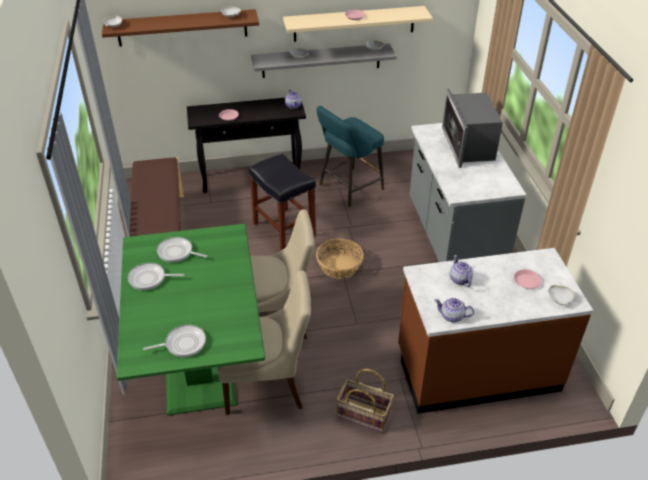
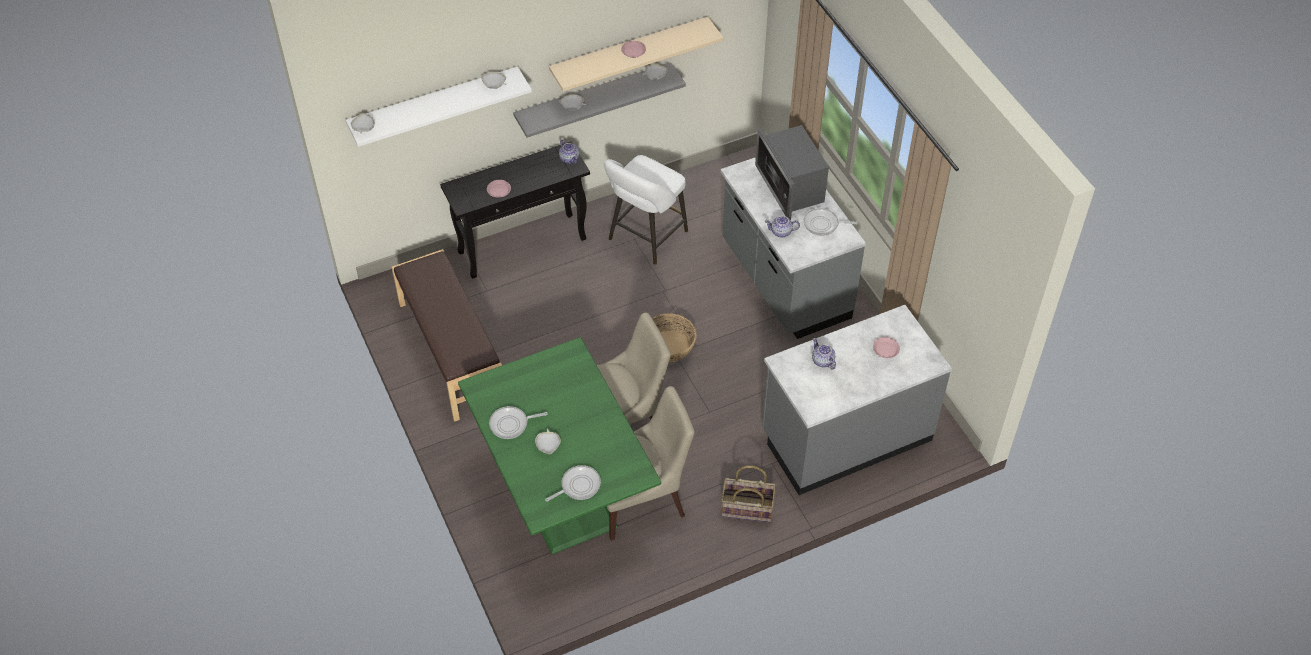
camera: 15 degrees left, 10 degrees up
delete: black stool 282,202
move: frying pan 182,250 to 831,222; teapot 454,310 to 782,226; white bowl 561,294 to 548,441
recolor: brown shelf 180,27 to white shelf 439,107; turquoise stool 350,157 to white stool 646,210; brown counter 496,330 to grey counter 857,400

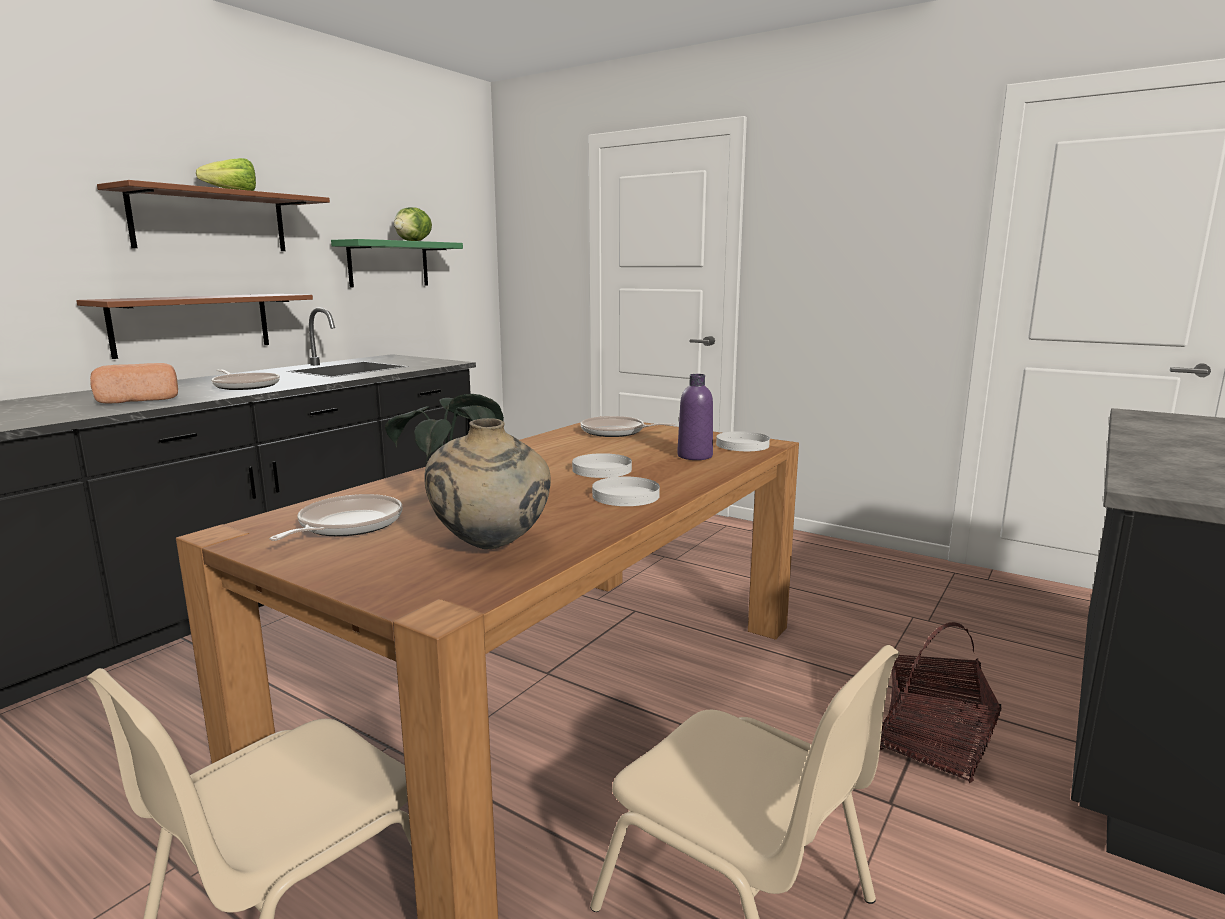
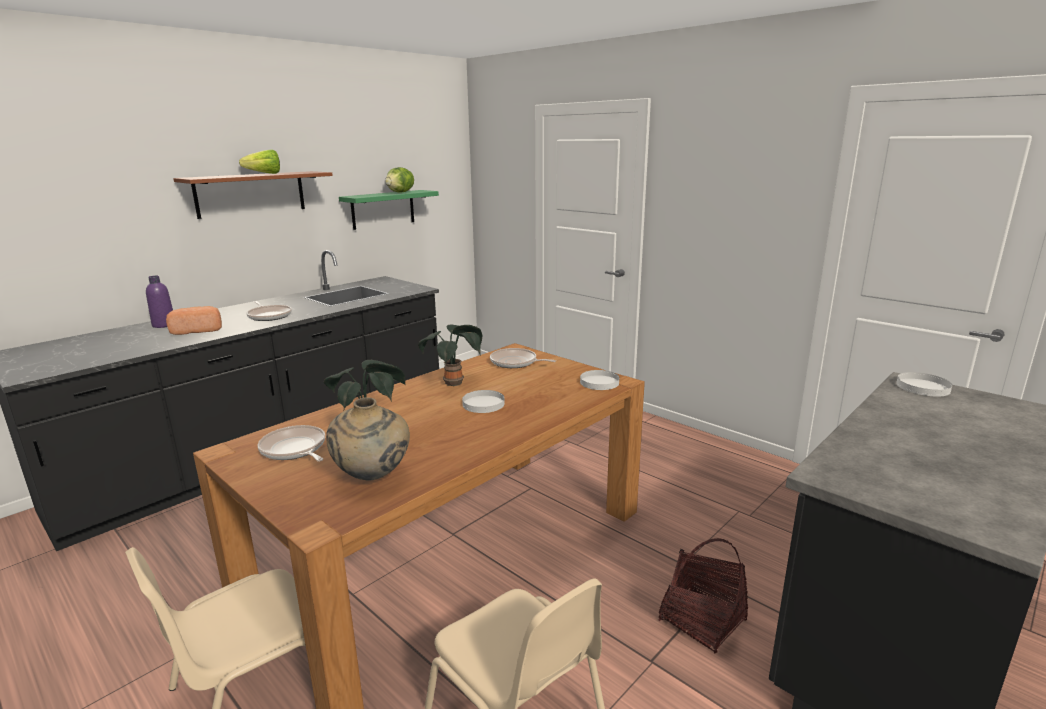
camera: 10 degrees right, 5 degrees up
delete: brown shelf 194,326
insert: potted plant 450,355
move: white plate 626,491 to 924,384; purple bottle 695,417 to 159,302
rotate: frying pan 336,517 = 291,443 75 degrees counterclockwise

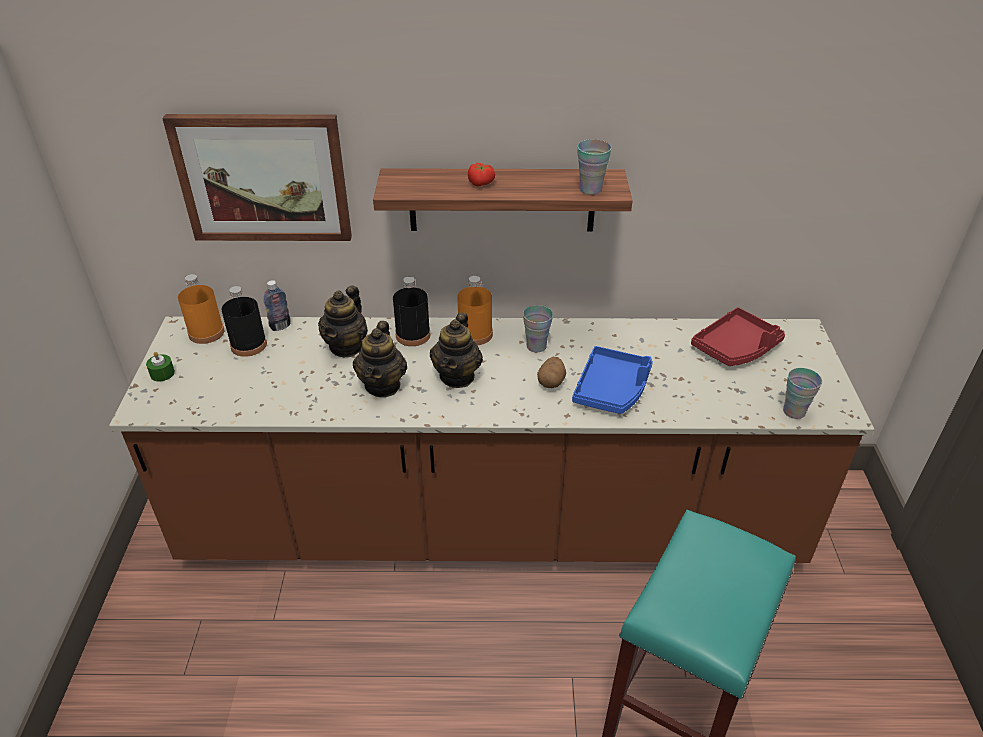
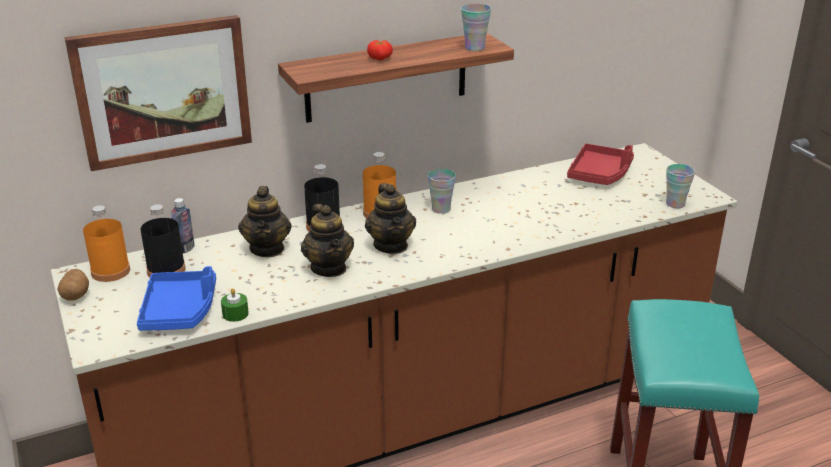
camera: 25 degrees left, 10 degrees down
move: green candle 160,367 to 235,305; potato 551,372 to 73,285; blue tray 612,380 to 176,298

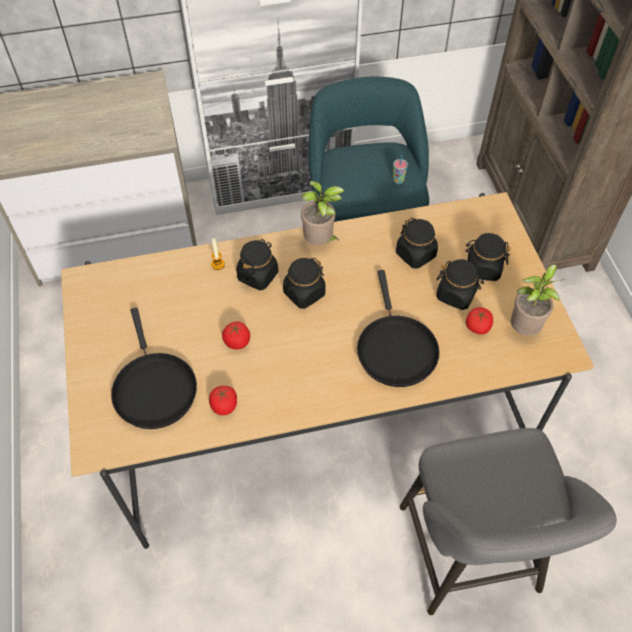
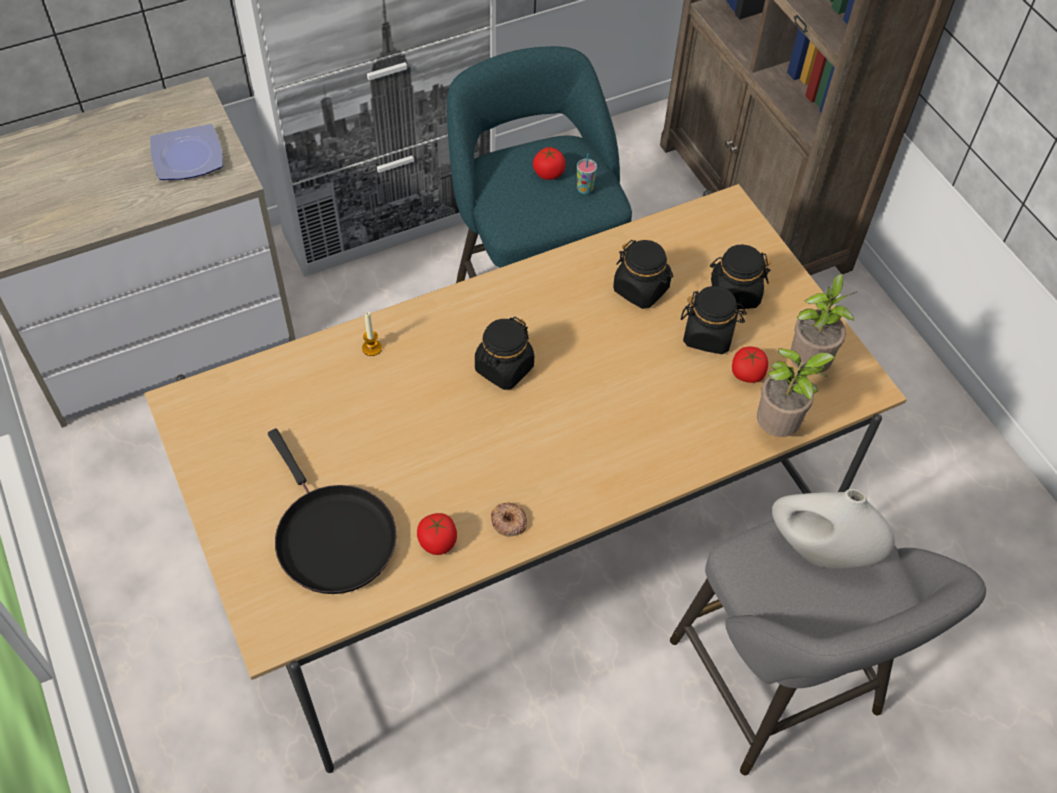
camera: 15 degrees left, 0 degrees up
delete: black jar 257,264; black frying pan 398,328
insert: plate 186,152; donut 509,519; white vase 833,529
move: tomato 236,335 to 549,163; potted plant 322,213 to 796,392

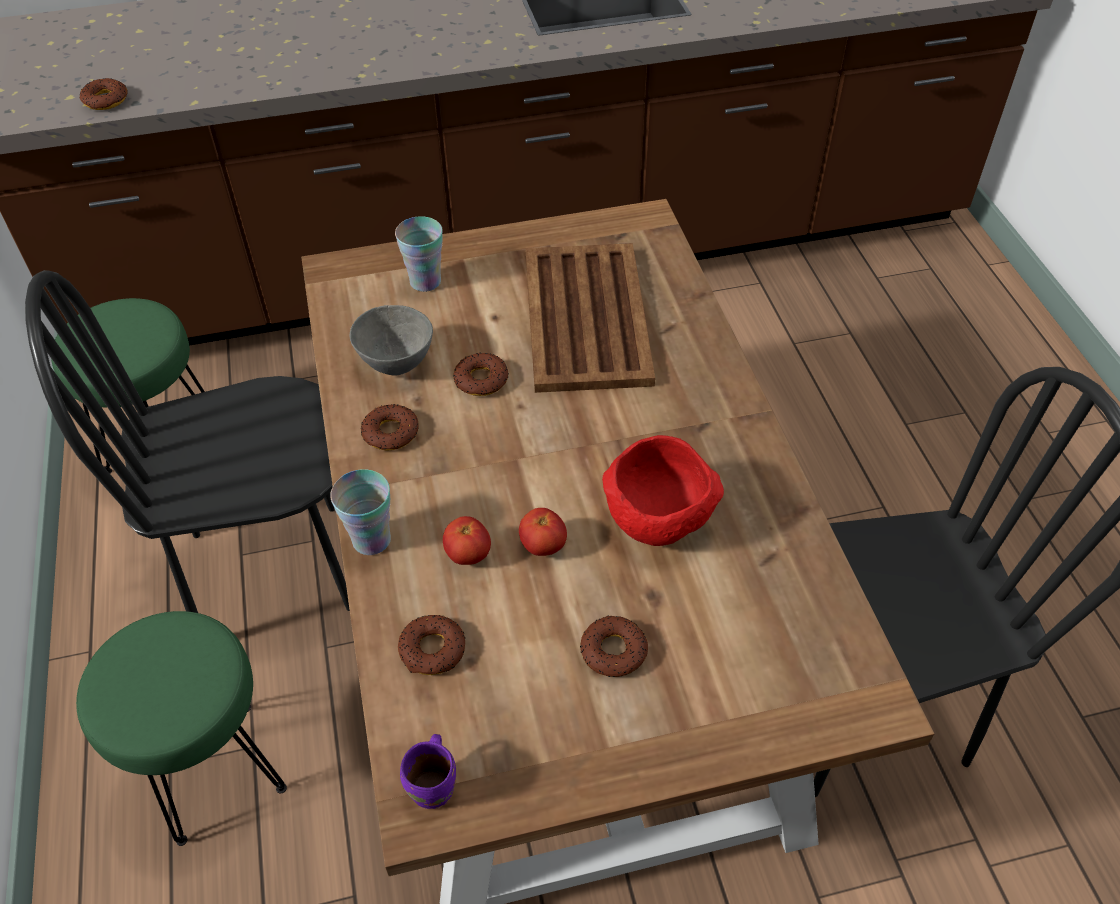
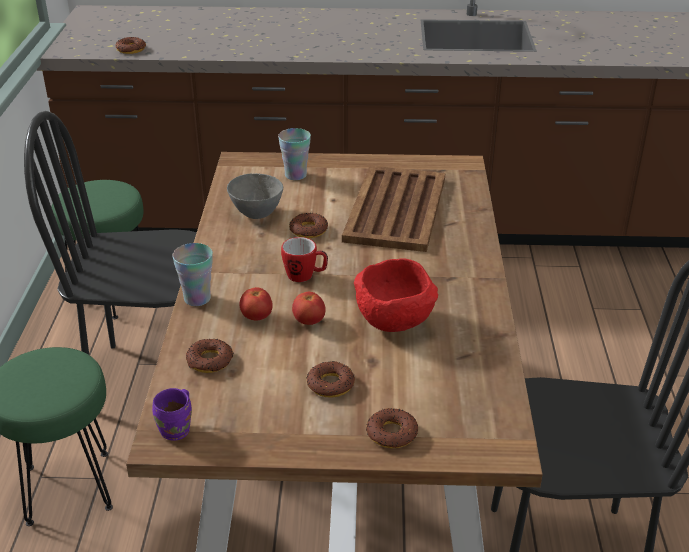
camera: 15 degrees right, 15 degrees down
insert: mug 304,259
move: donut 390,427 to 392,428

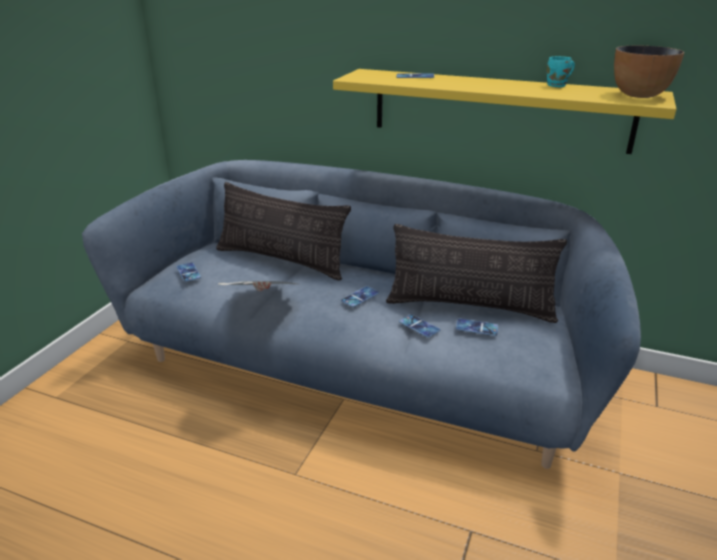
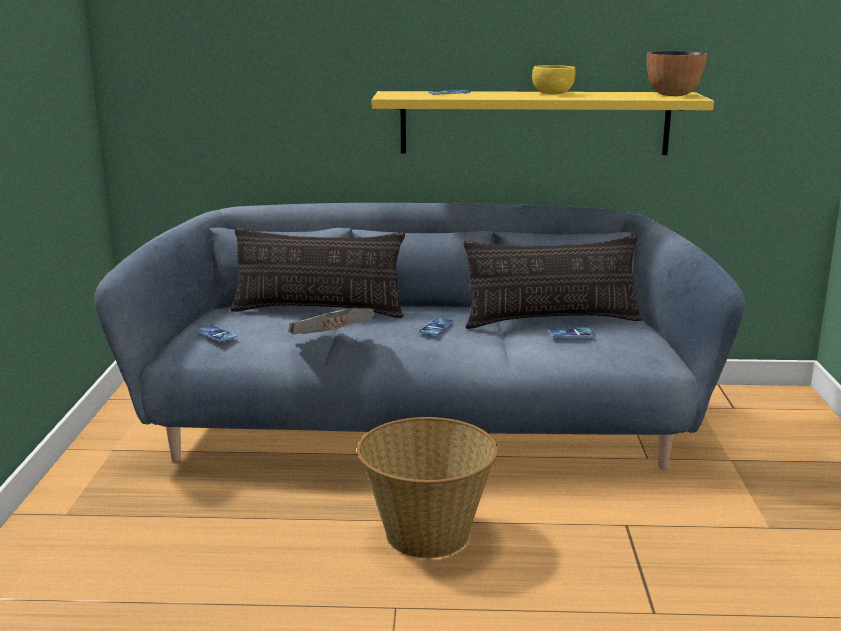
camera: 20 degrees left, 10 degrees down
delete: phone 419,325; turquoise mug 561,71
insert: basket 427,487; yellow bowl 554,79

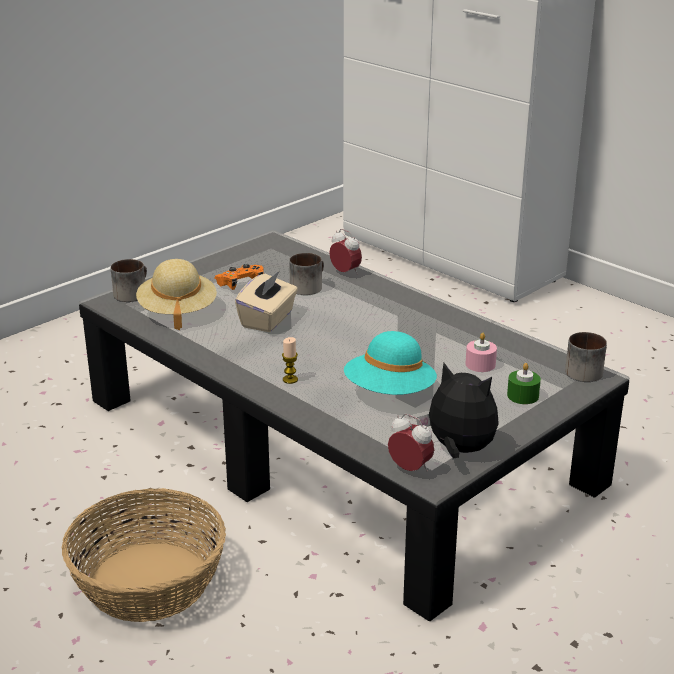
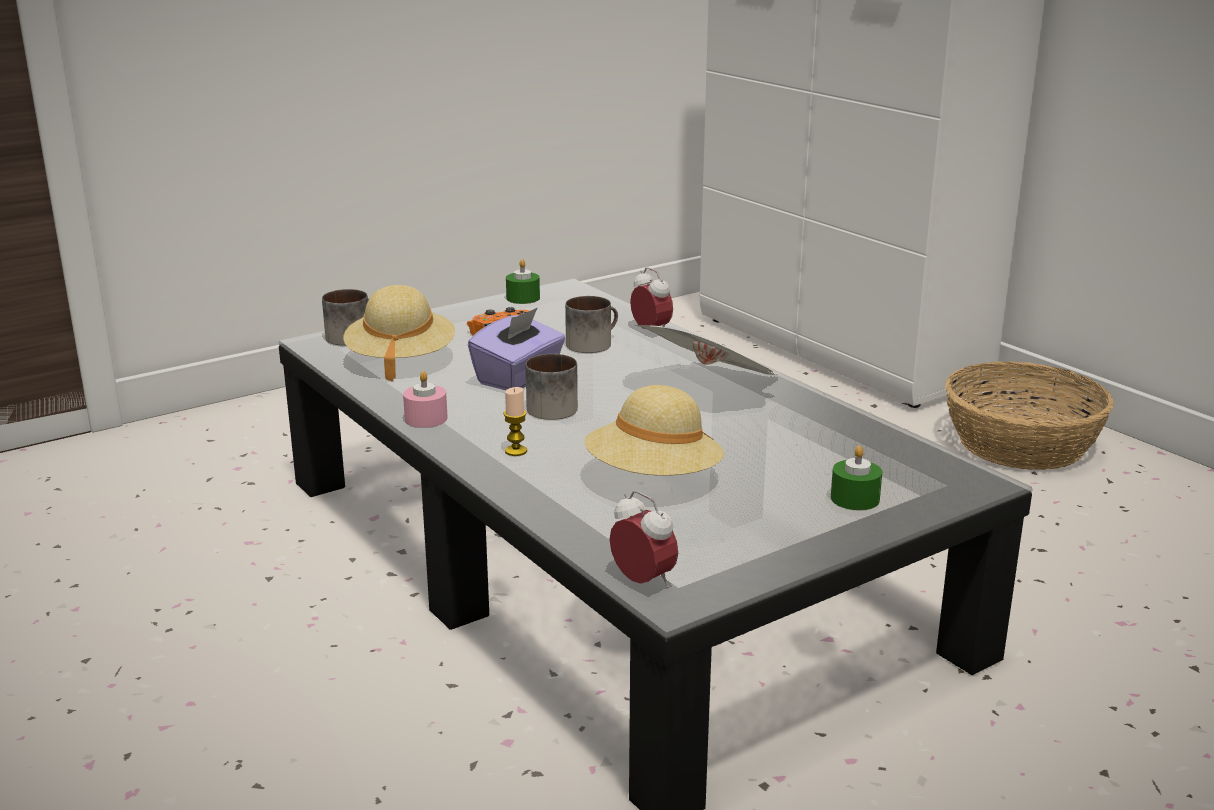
camera: 10 degrees right, 5 degrees down
delete: plush toy 458,411
insert: green candle 523,281; newspaper 707,350
move: basket 144,555 to 1029,415; pink candle 481,352 to 425,399; mug 586,357 to 552,387
recolor: beige tissue box 266,301 to purple tissue box 516,348; turquoise hat 390,363 to beige hat 654,430

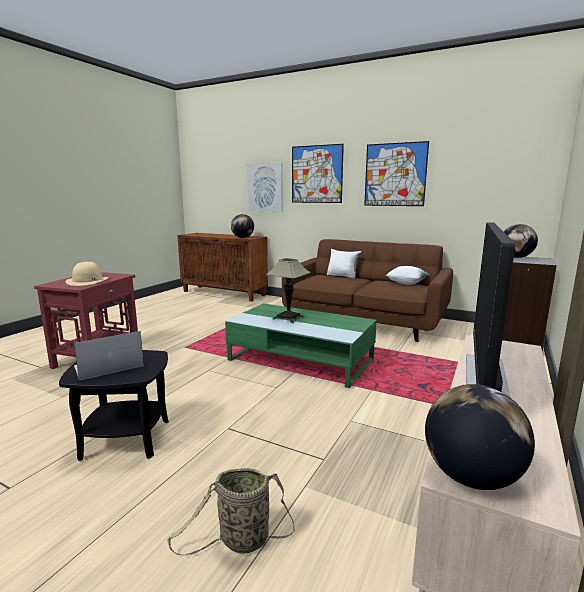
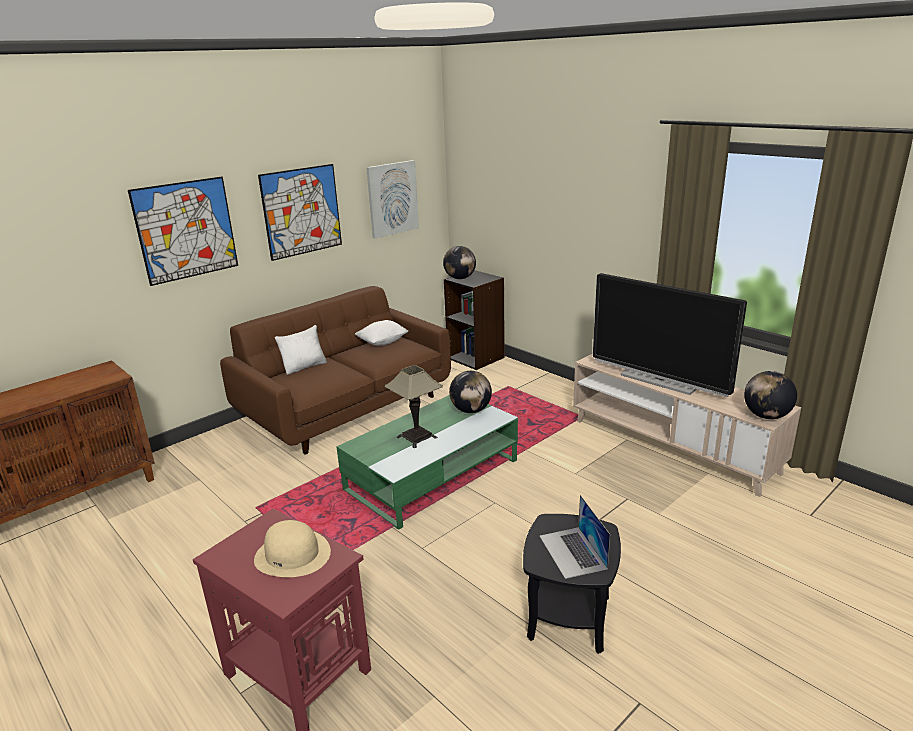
camera: 70 degrees left, 10 degrees up
delete: basket 231,511
move: globe 242,226 to 470,392; picture 265,187 to 392,199

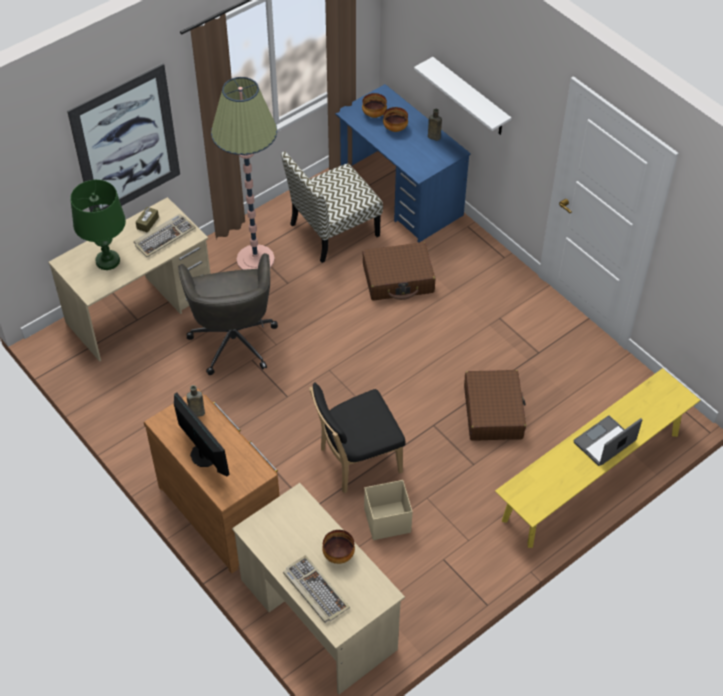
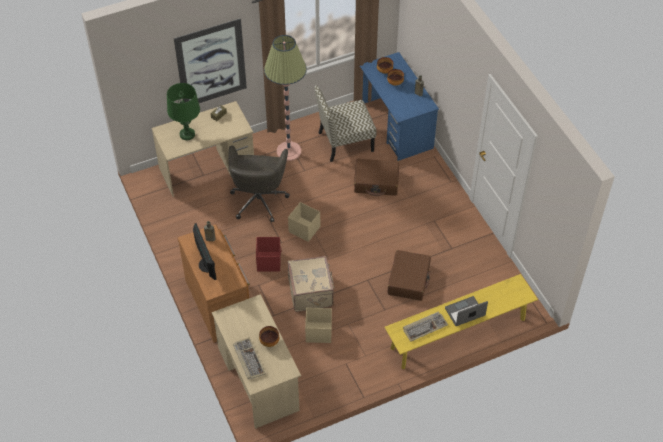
camera: 15 degrees right, 0 degrees up
delete: white shelf 462,96
insert: red storage box 268,254; beige storage box 304,222
move: keyboard 165,235 to 425,327
replace: black chair 357,438 to beige suitcase 311,284

